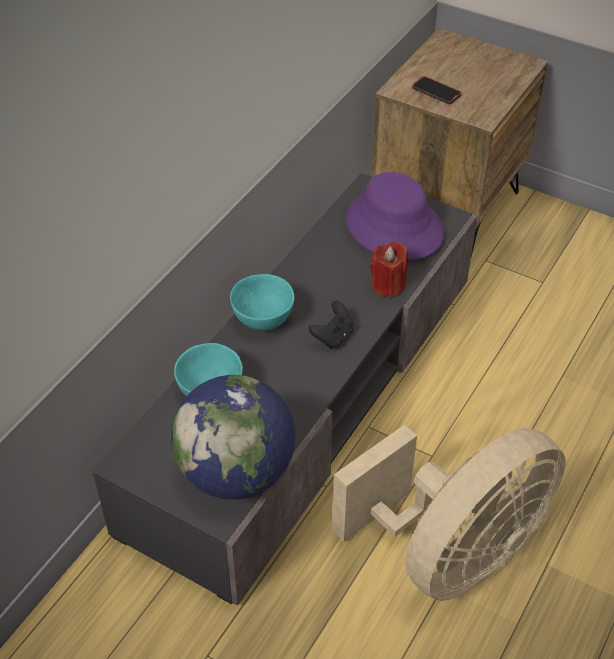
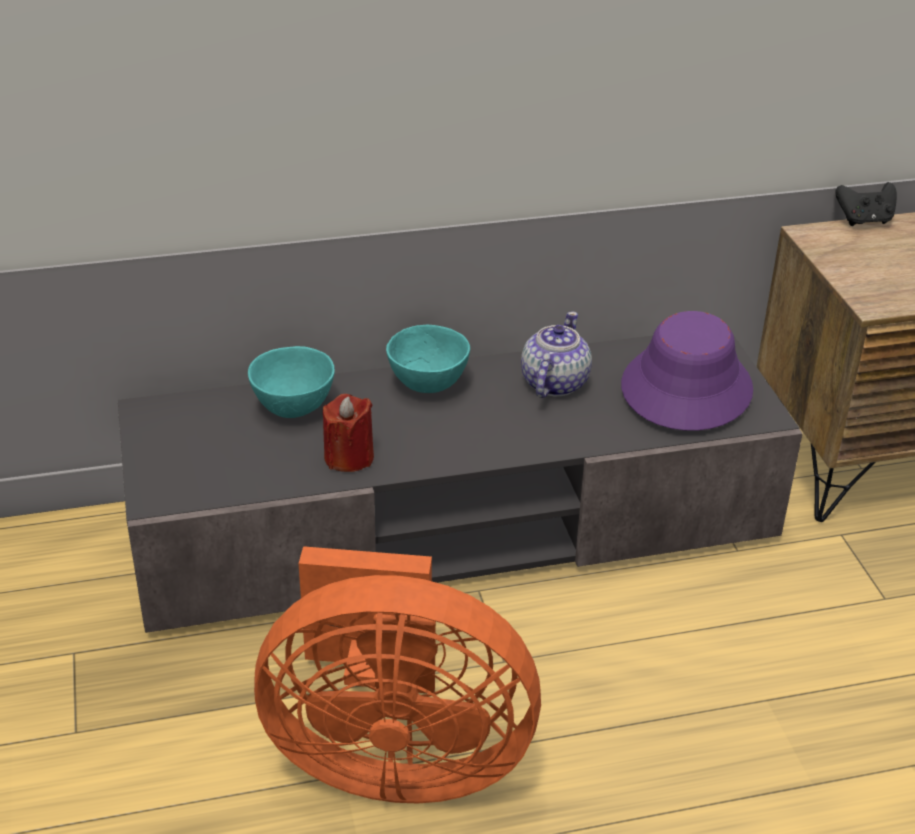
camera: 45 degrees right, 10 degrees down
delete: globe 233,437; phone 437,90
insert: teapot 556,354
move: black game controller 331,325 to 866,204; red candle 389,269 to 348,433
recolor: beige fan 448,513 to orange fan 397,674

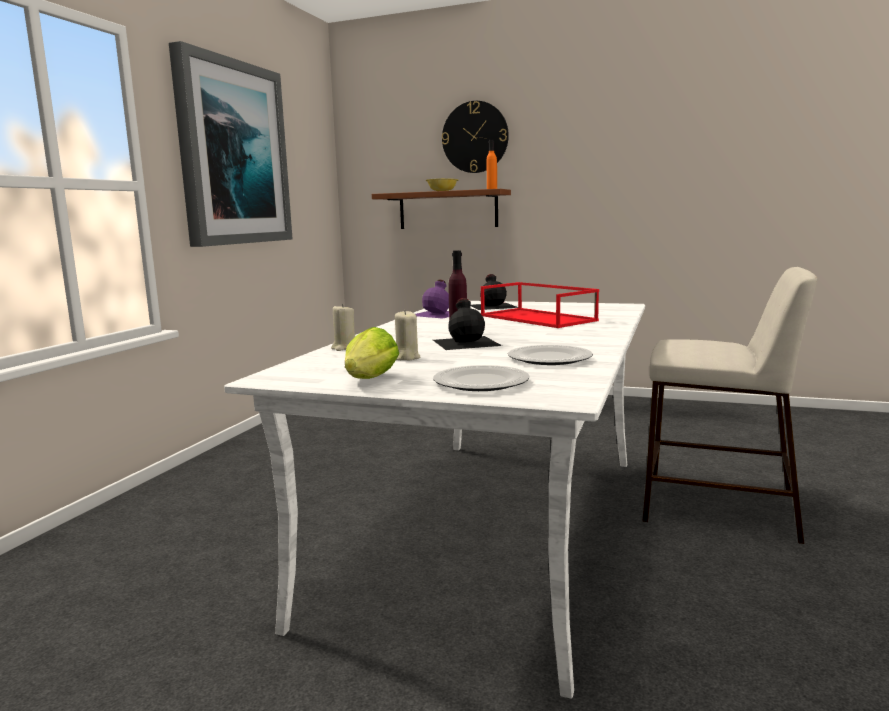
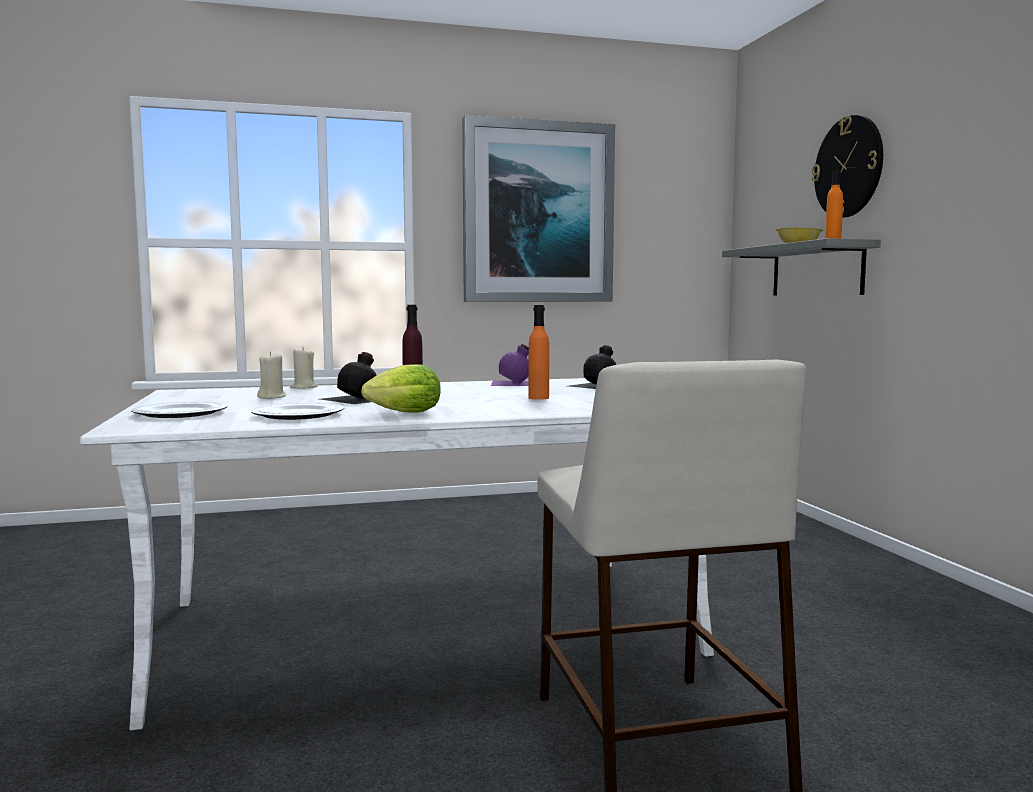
camera: 55 degrees right, 5 degrees down
move: lettuce 372,353 to 401,388
replace: red tray 540,305 to orange bottle 538,352
recolor: brown shelf 441,209 to grey shelf 801,267

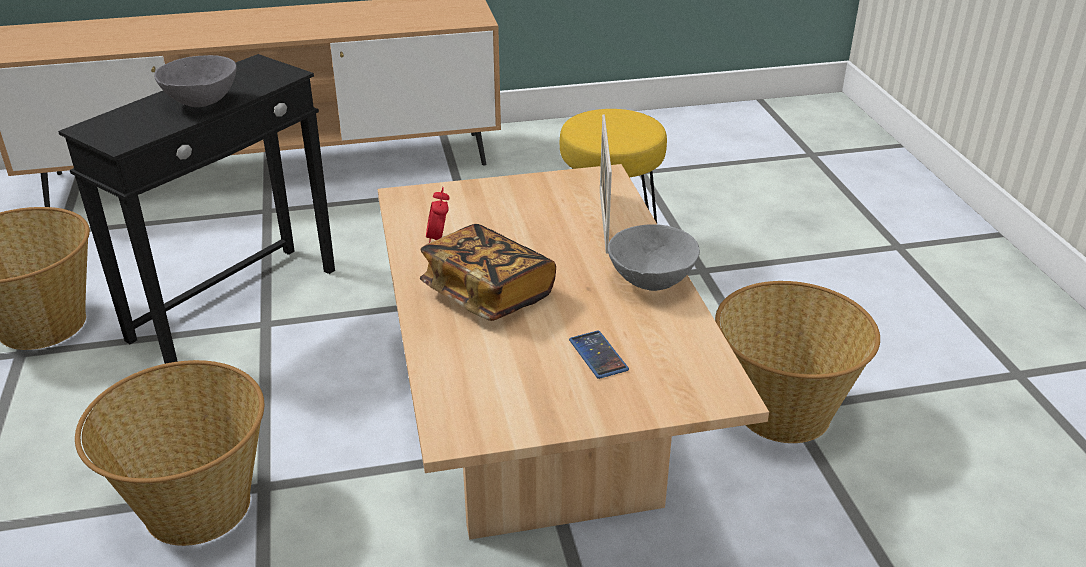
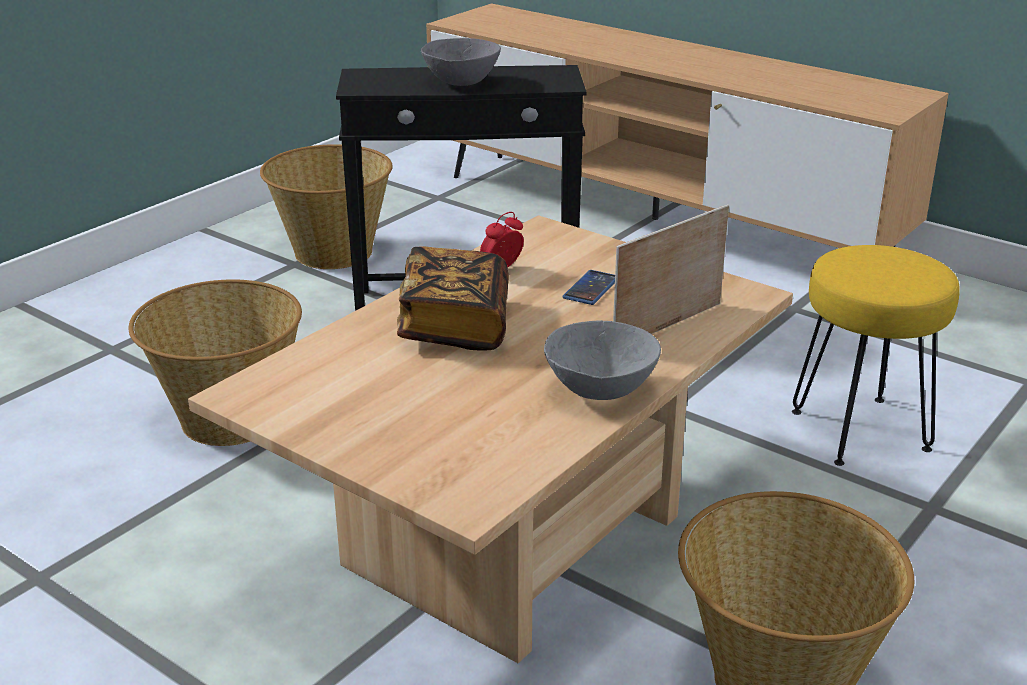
camera: 50 degrees right, 5 degrees down
move: phone 599,355 to 588,287

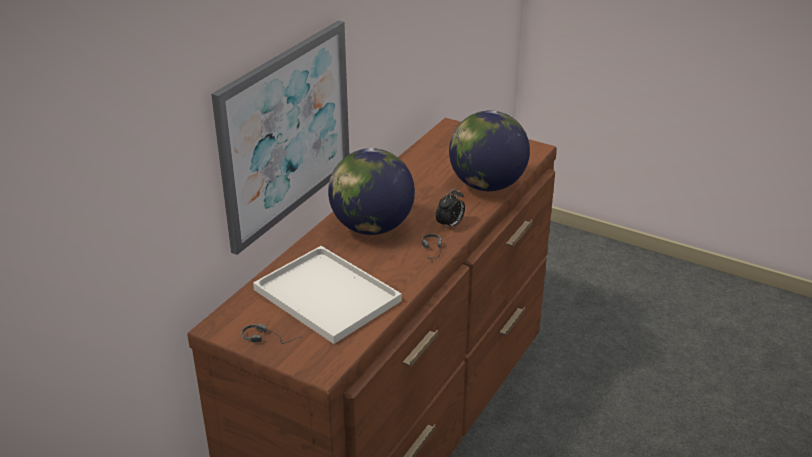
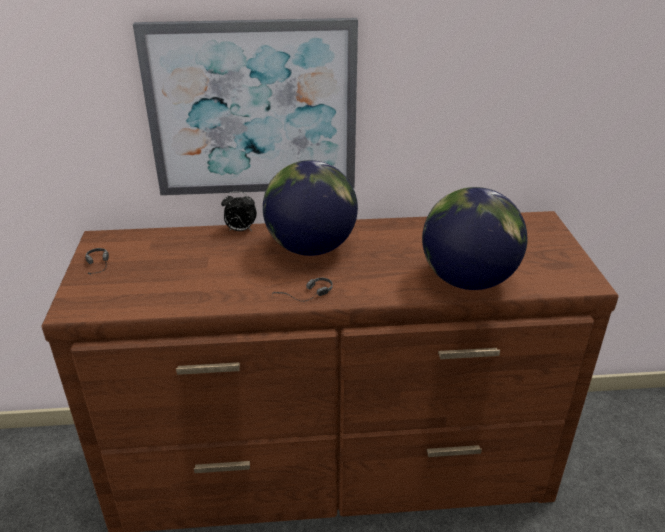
camera: 55 degrees right, 0 degrees up
delete: white tray 327,295
move: alarm clock 450,209 to 239,211

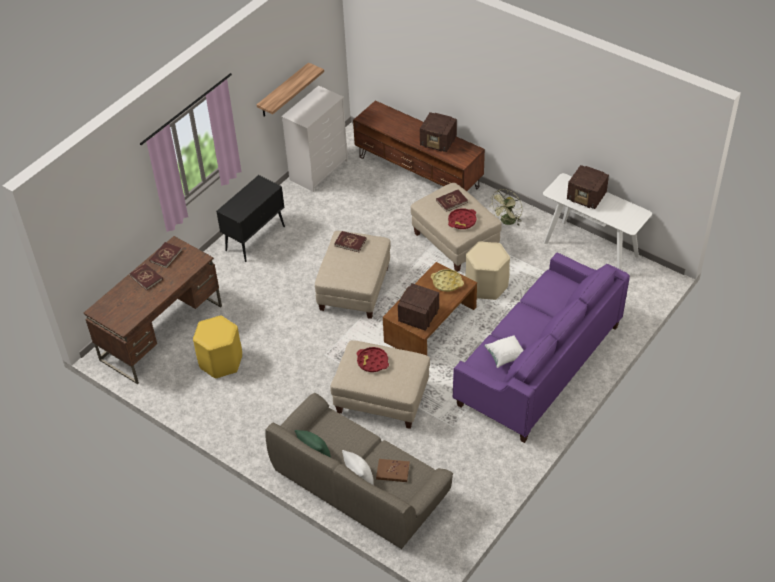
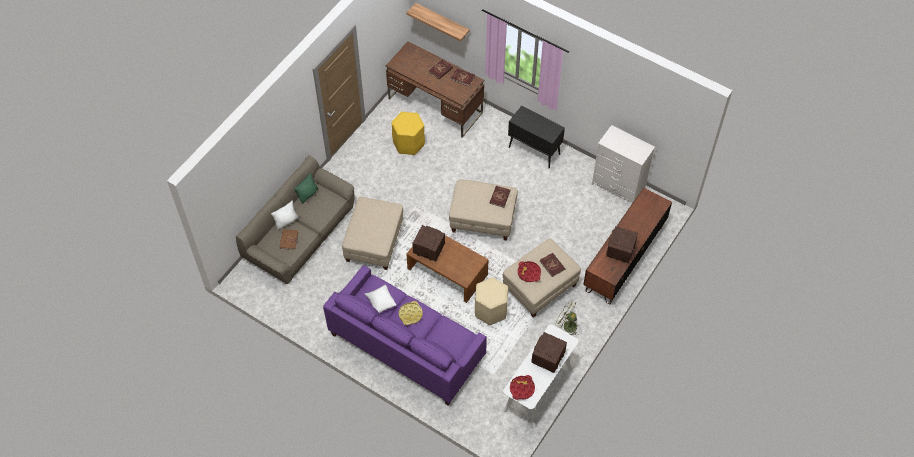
camera: 85 degrees right, 10 degrees up
move: shelf 290,89 to 438,22; red tray 373,359 to 522,387; yellow tray 447,280 to 411,313

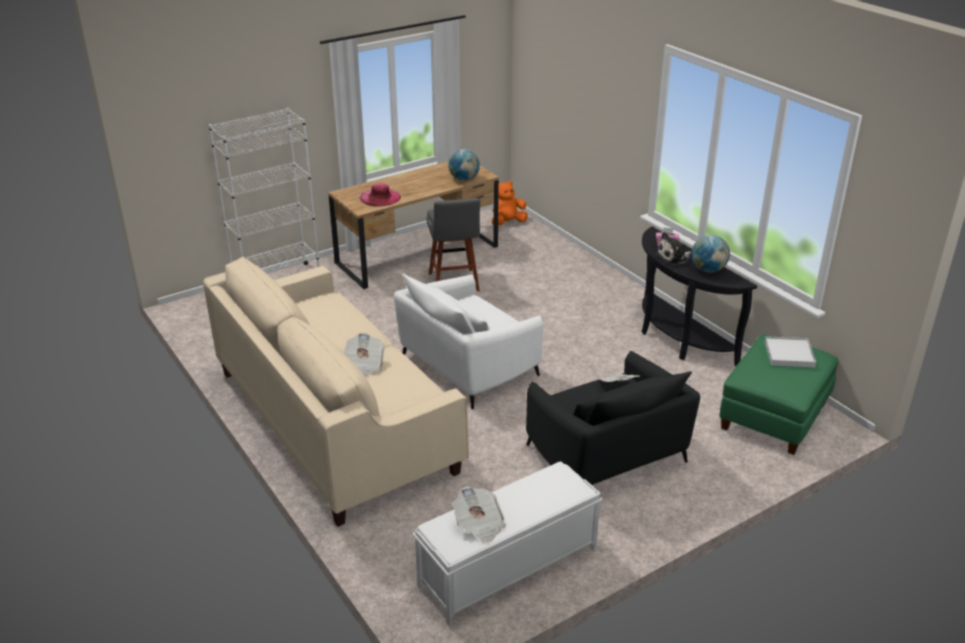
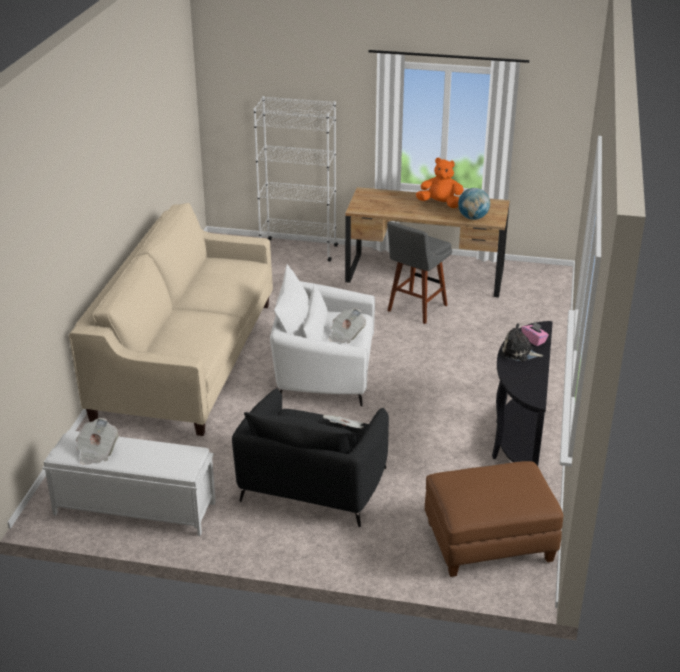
camera: 45 degrees right, 0 degrees up
delete: pink hat 380,195; globe 710,254; white tray 790,351
move: newspaper 364,355 to 347,325; orange plush toy 510,203 to 440,182
recolor: green ottoman 779,394 to brown ottoman 494,519

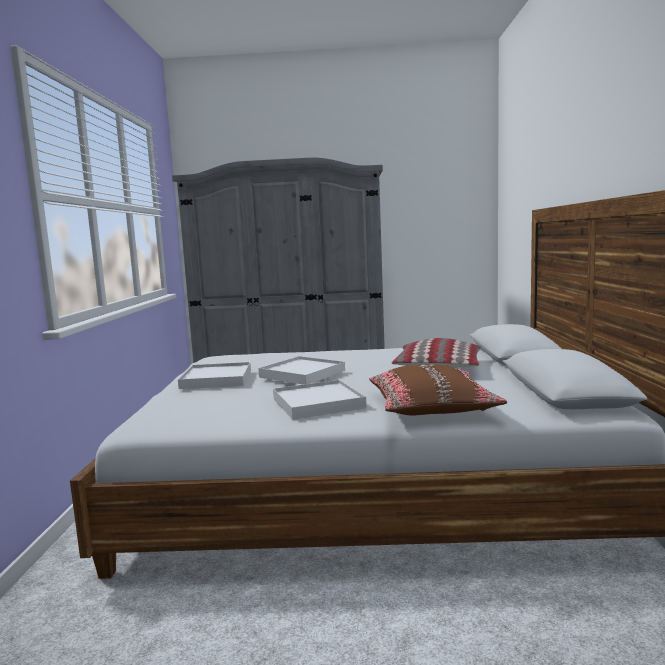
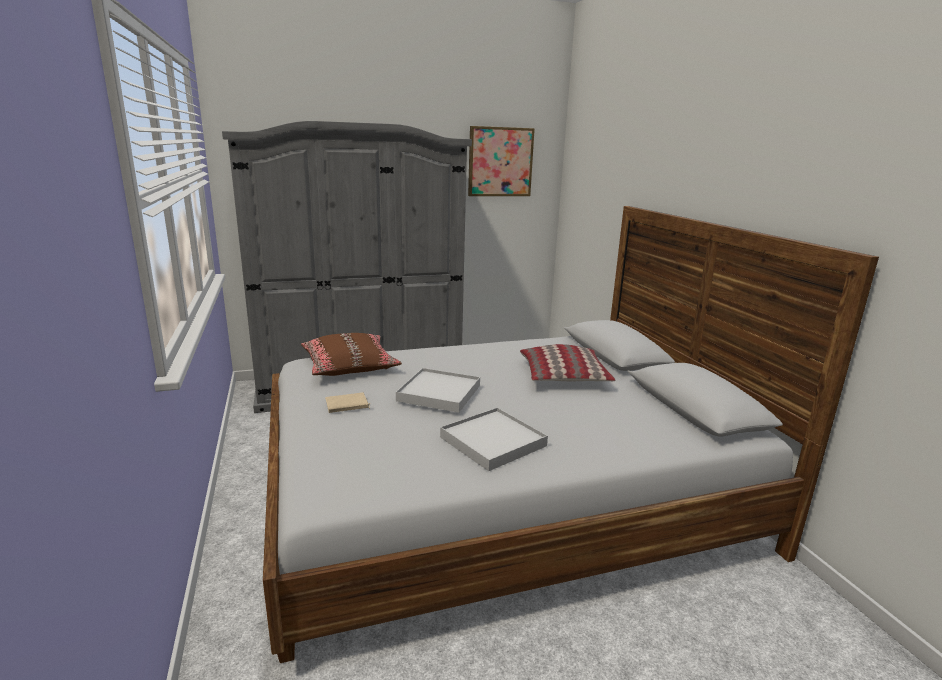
camera: 20 degrees left, 10 degrees up
insert: picture 501,161
move: brown pillow 438,390 to 351,354
replace: white tray 214,375 to beige book 347,402

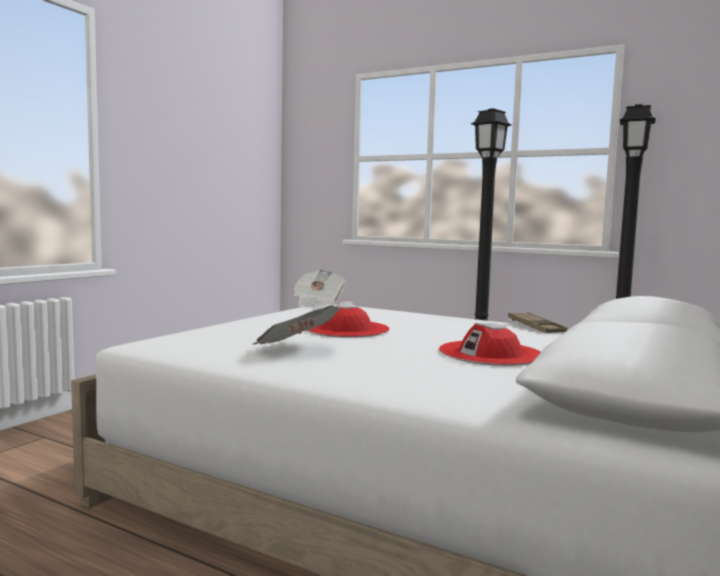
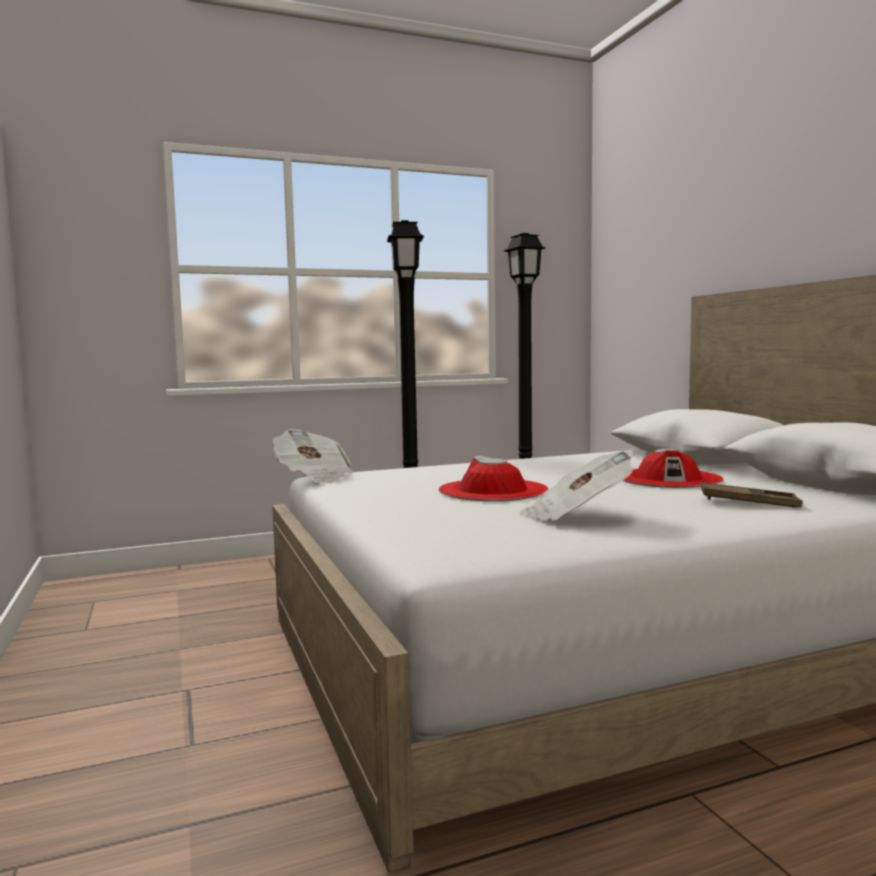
camera: 50 degrees left, 0 degrees up
move: brown tray 537,322 to 752,494

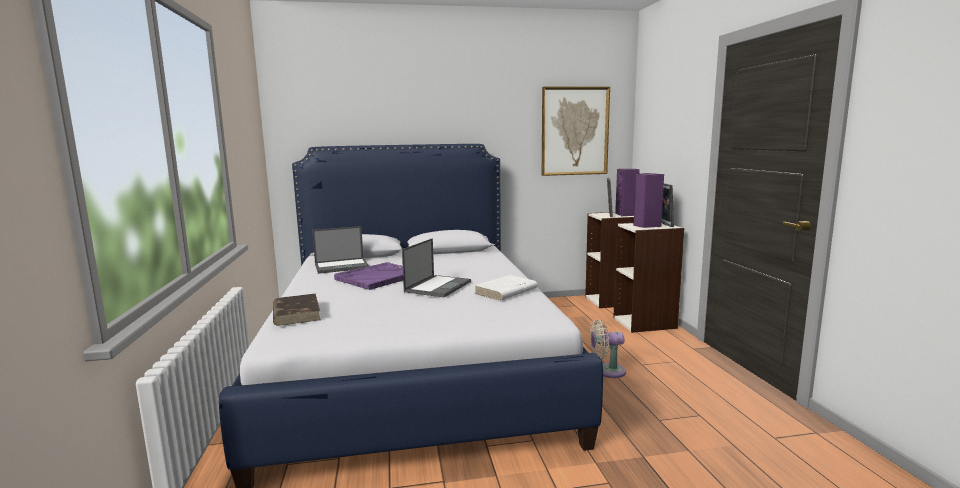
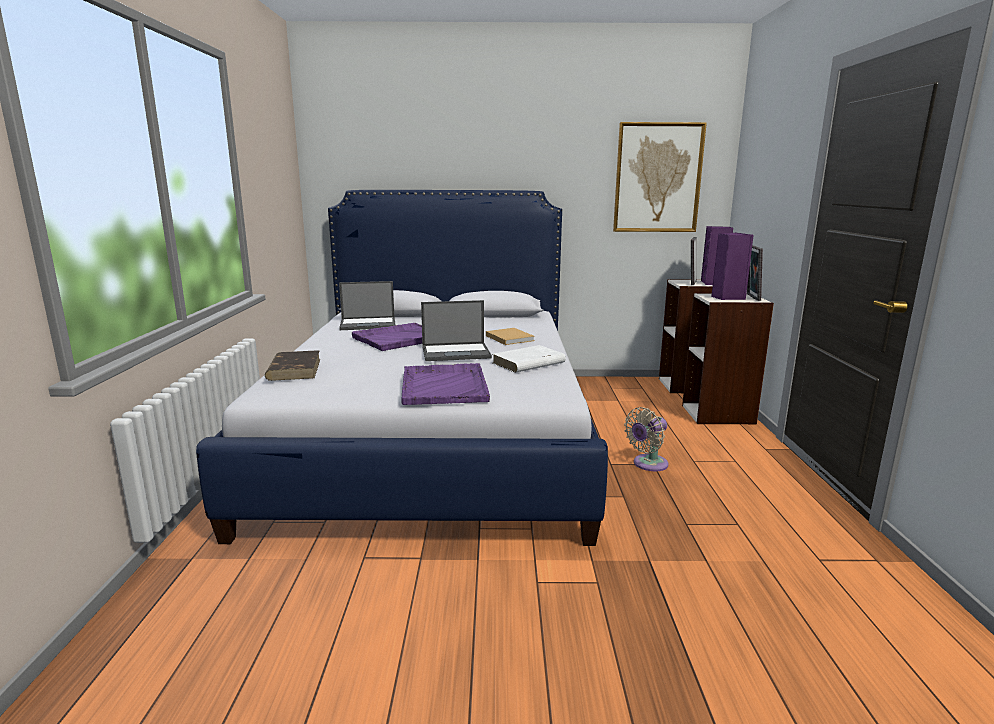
camera: 10 degrees right, 5 degrees up
insert: purple tray 445,384; beige book 510,336
rotate: laptop 436,267 = 456,330 45 degrees clockwise; beige fan 608,348 = 646,439 45 degrees counterclockwise

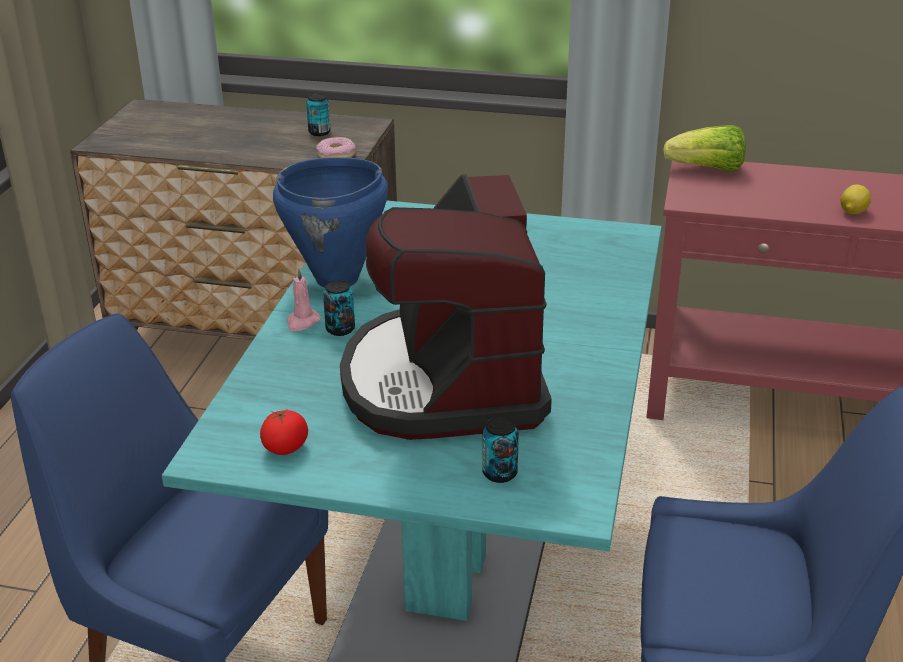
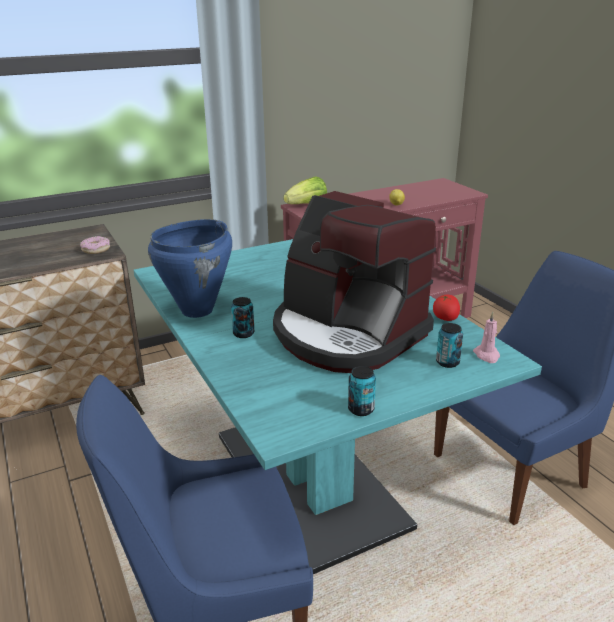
camera: 40 degrees left, 5 degrees down
move: tomato 284,432 to 446,308; pink candle 304,299 to 486,337; can 318,115 to 362,391

